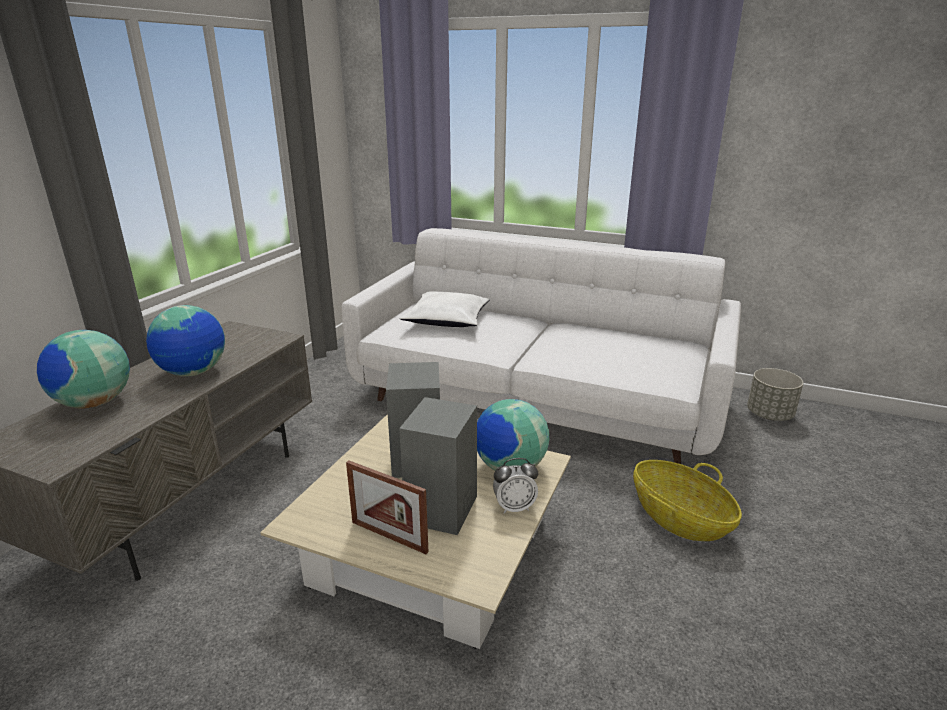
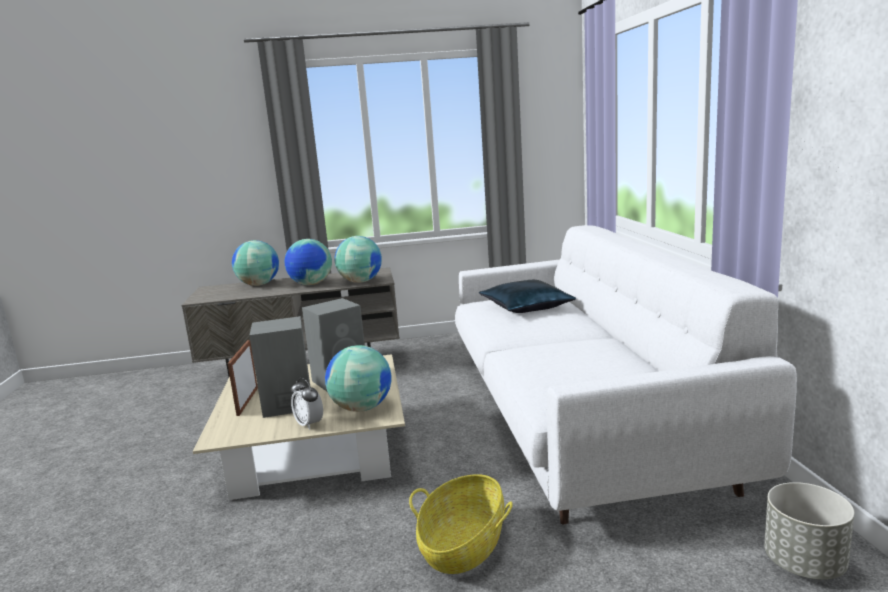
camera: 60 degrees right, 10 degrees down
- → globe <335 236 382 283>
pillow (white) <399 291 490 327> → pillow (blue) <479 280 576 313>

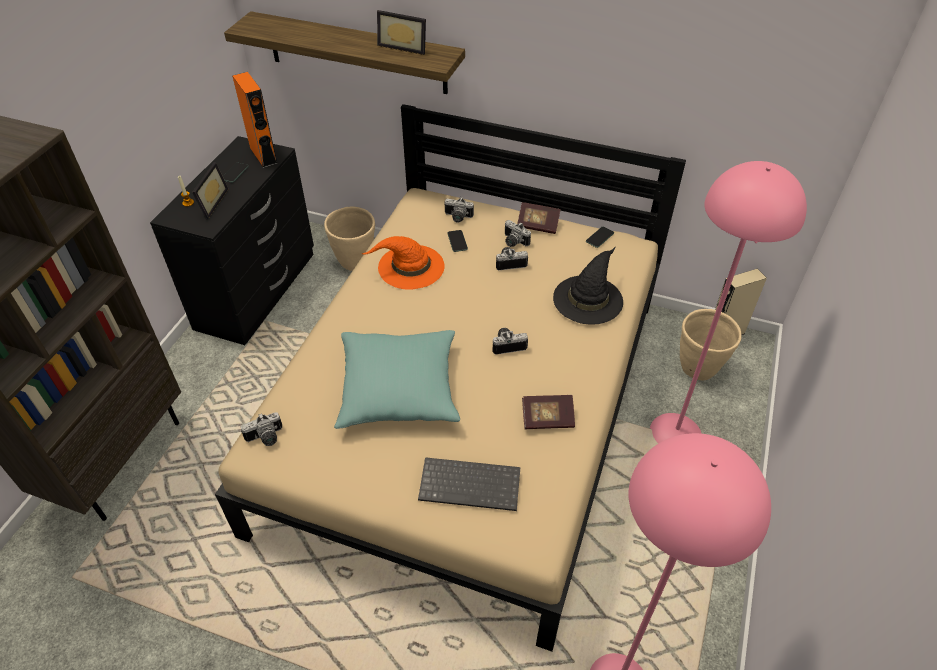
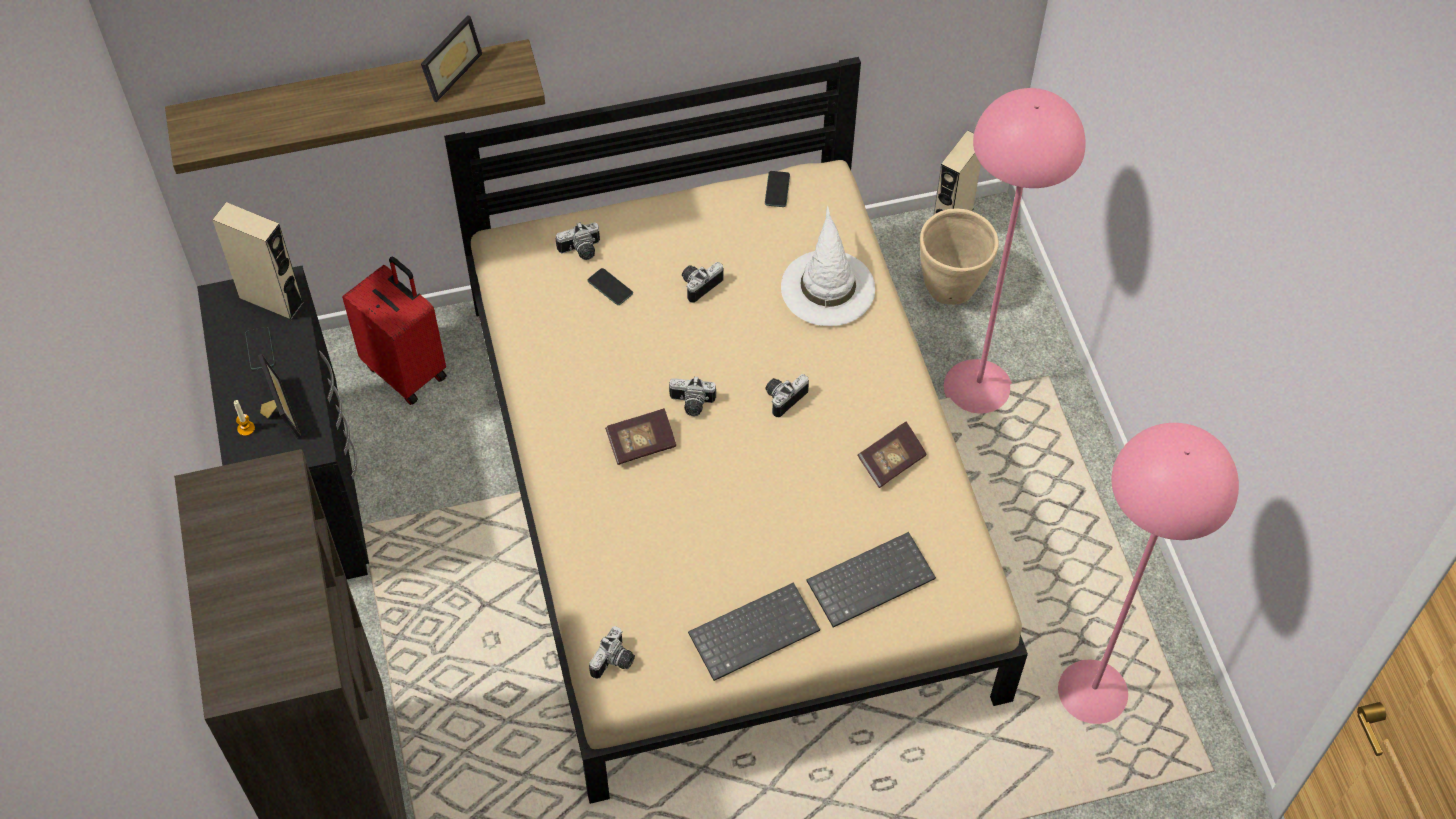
camera: 35 degrees left, 10 degrees up
speaker (orange) <232 72 278 168> → speaker (beige) <213 202 304 320>
planter (beige) <324 206 375 271> → suitcase (red) <342 256 447 405>
picture frame <377 10 426 55> → picture frame <421 15 482 102>, 45 degrees counterclockwise
book <517 202 561 234> → book <605 408 676 465>, relocated
photo camera <504 220 531 247> → photo camera <669 376 716 416>, relocated
- → keyboard <688 582 820 681>
hat (black) <553 246 623 324> → hat (white) <781 206 875 326>
pillow (turquoise) <334 330 460 429> → -
hat (orange) <362 236 445 290> → -

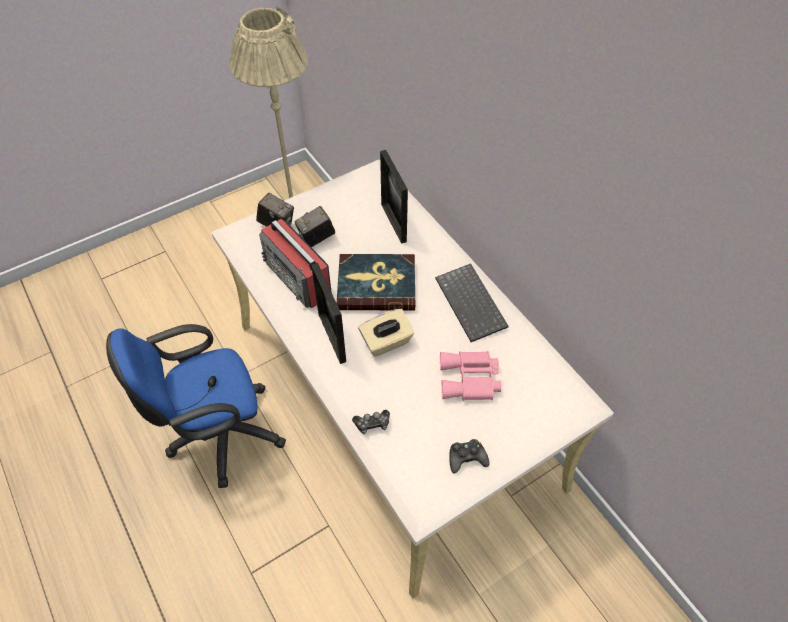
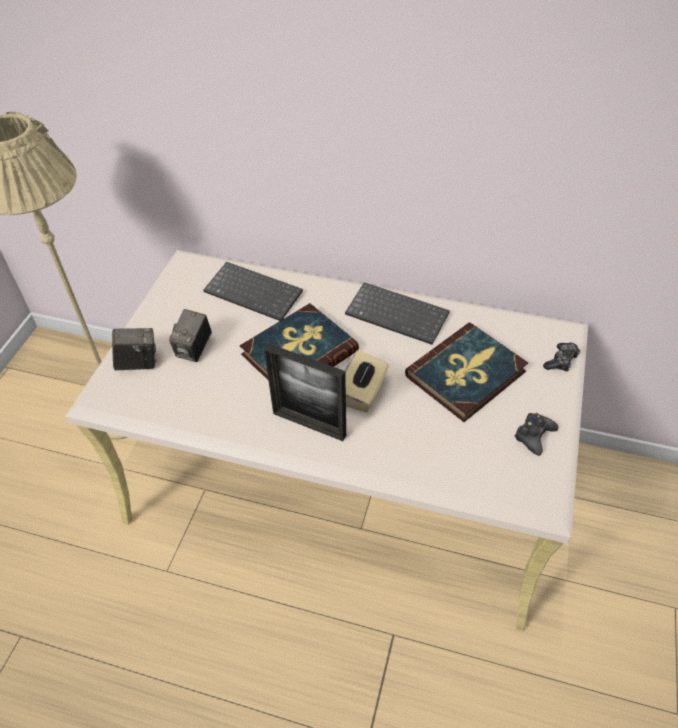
camera: 40 degrees left, 5 degrees down
picture frame <380 150 408 244> → keyboard <203 262 303 321>
binoculars (pink) <440 351 501 401> → book <405 323 528 422>
game controller <352 410 390 434> → game controller <543 343 580 371>, relocated
office chair (blue) <106 324 286 488> → -
radio <259 219 331 308> → -

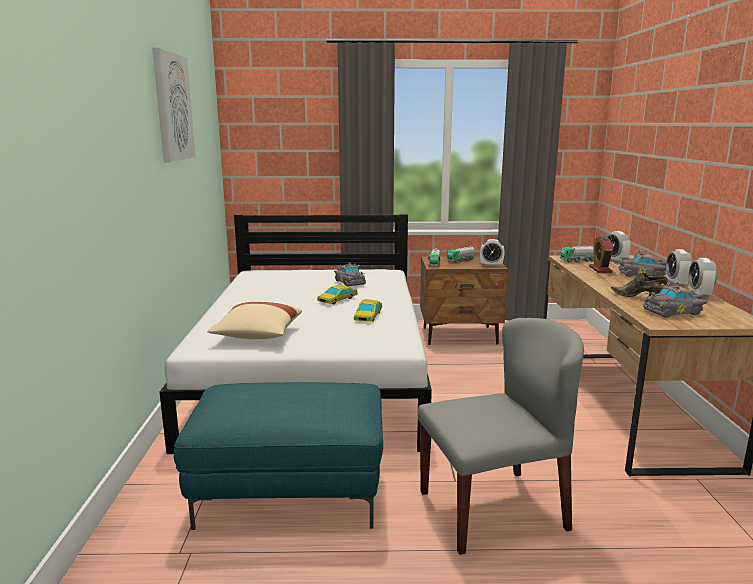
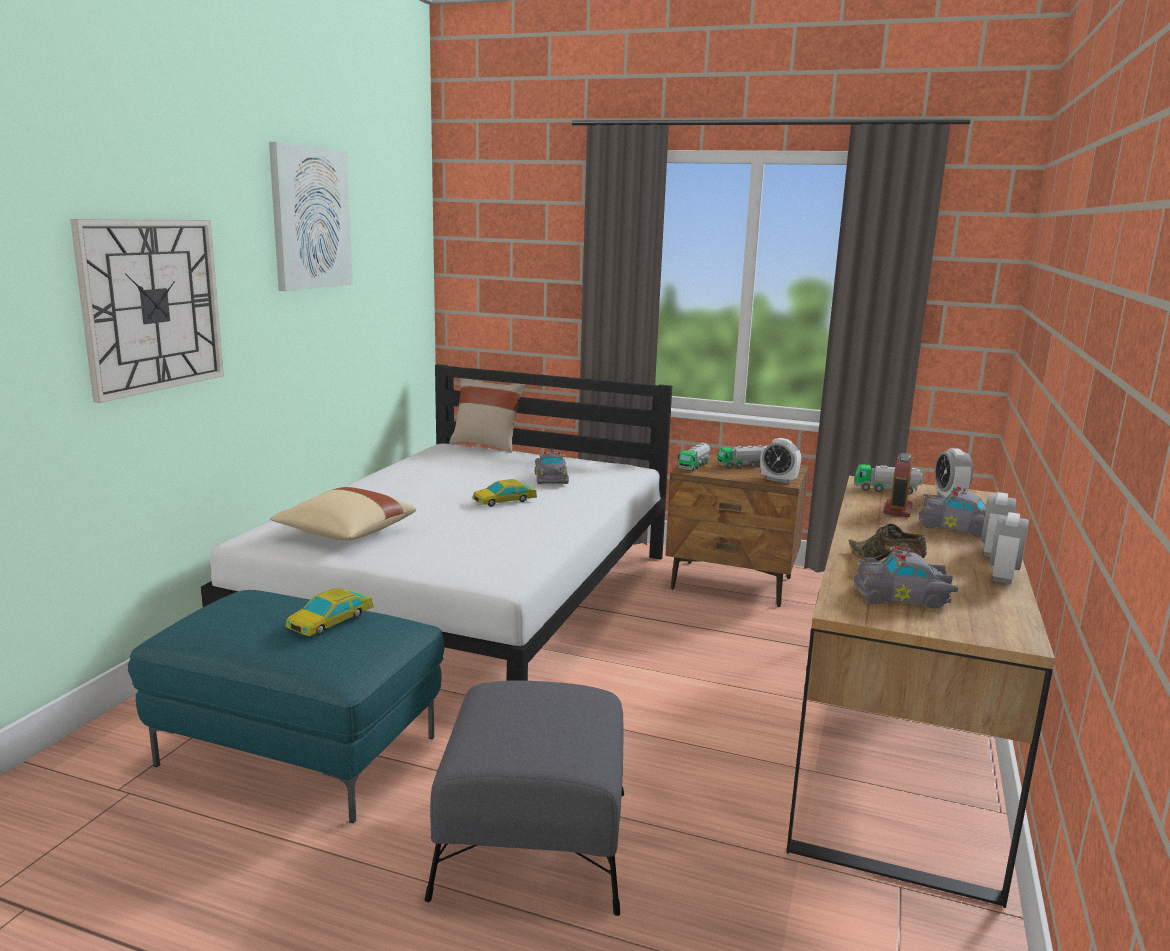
camera: 20 degrees right, 0 degrees up
- → wall clock <70 219 224 403>
toy car <354 299 382 322> → toy car <285 588 374 636>, relocated
chair (grey) <417 318 584 555> → ottoman (grey) <425 681 624 916>
- → pillow (beige) <449 378 525 453>

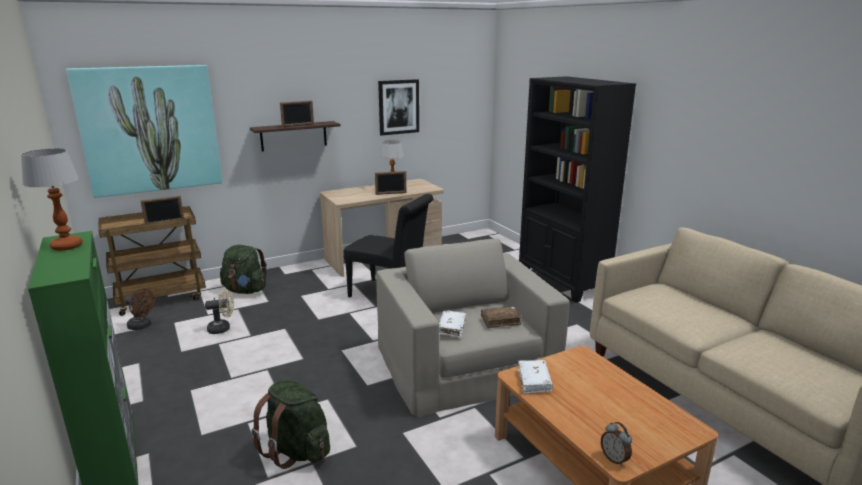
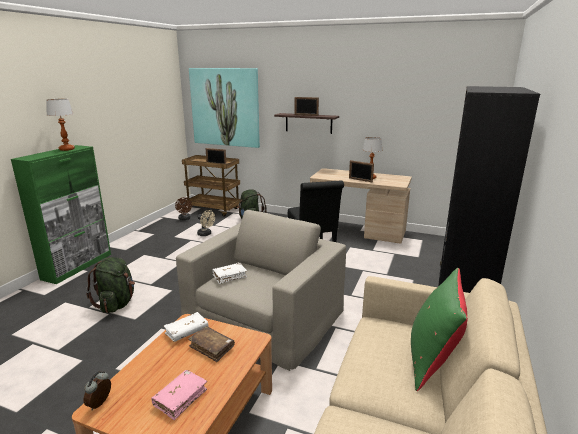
camera: 50 degrees right, 0 degrees up
- → book (pink) <151 370 207 420>
book (brown) <481 306 522 328> → book (brown) <188 326 235 362>, relocated
- → pillow (green) <411 268 468 391>
picture <378 79 419 136> → -

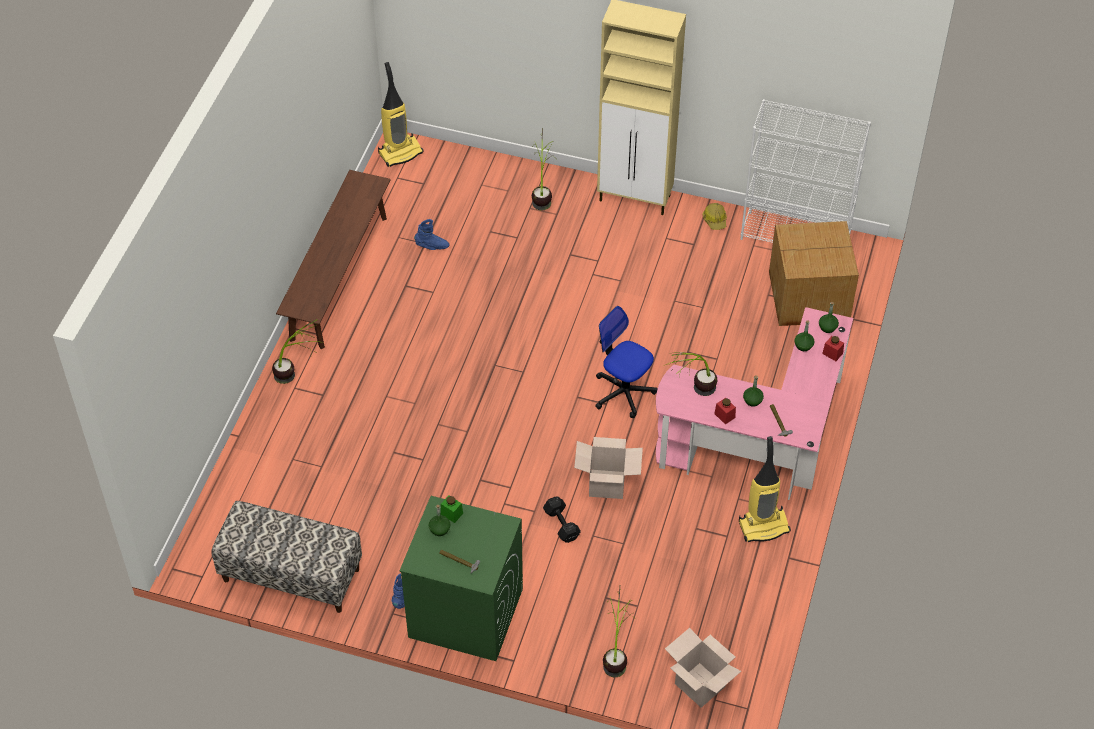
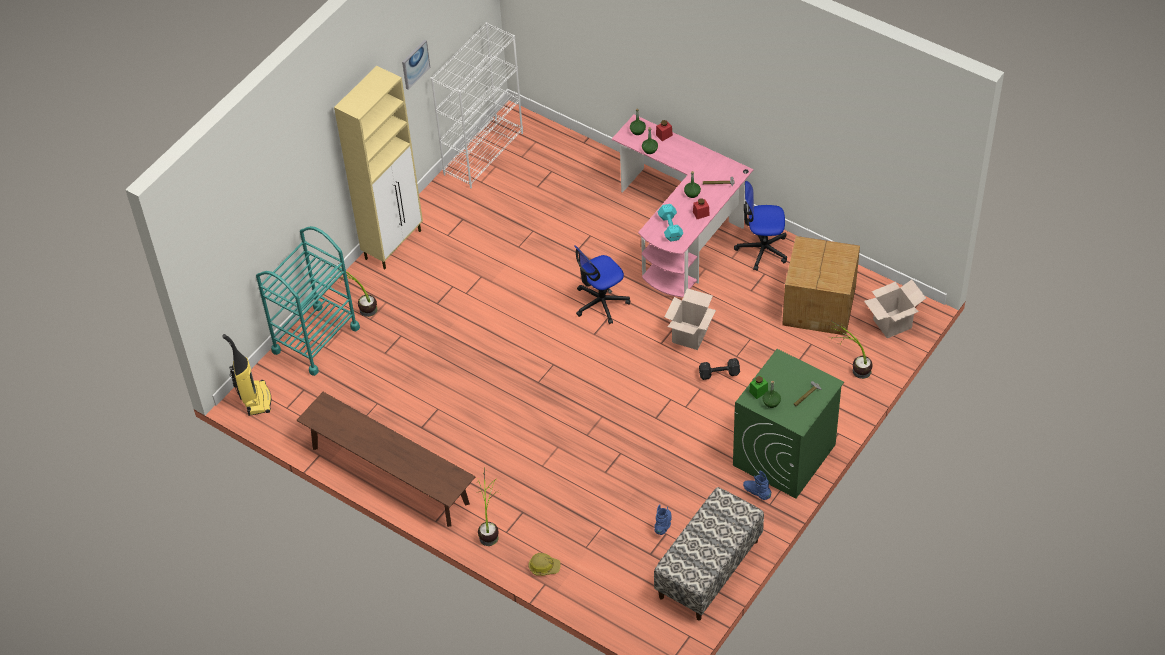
camera: 70 degrees left, 0 degrees up
- → cart (turquoise) <256 226 360 376>
- → picture <402 40 430 89>
hard hat <702 203 727 230> → hard hat <529 553 560 576>, relocated
boot (blue) <414 219 450 250> → boot (blue) <654 504 671 535>, relocated
potted plant <666 352 717 396> → dumbbell (turquoise) <658 204 683 241>
vacuum cleaner <739 436 791 542> → office chair <734 181 787 271>
cardboard box <769 221 859 326> → cardboard box <782 236 860 336>, relocated

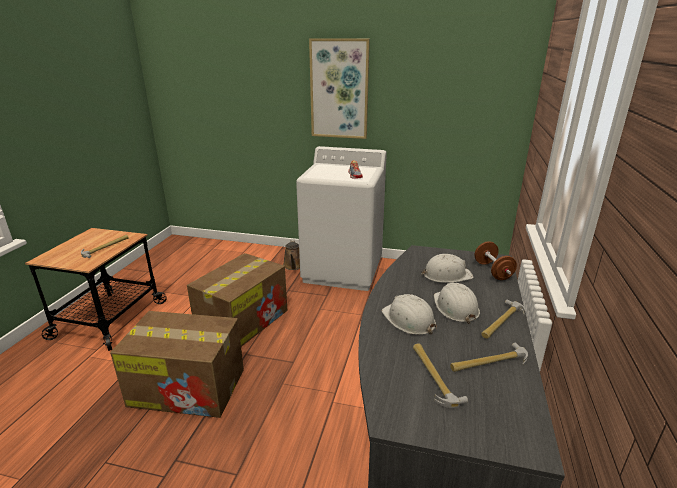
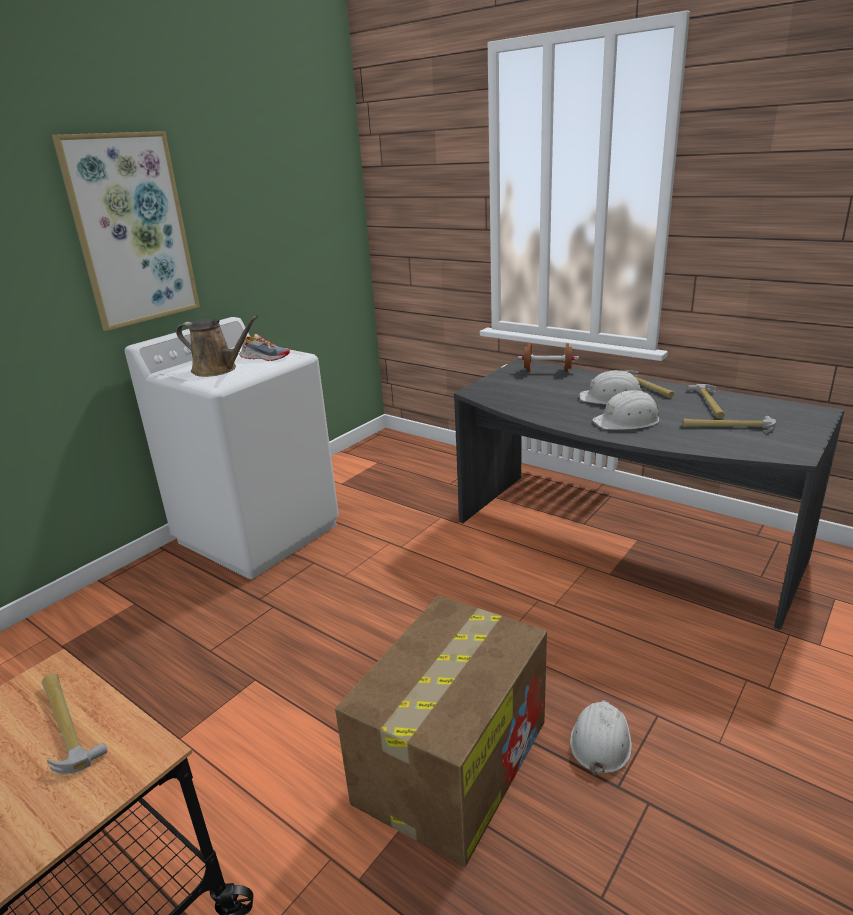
camera: 65 degrees left, 0 degrees up
watering can (brown) <283 240 300 270> → watering can (brown) <176 315 259 377>, relocated
hard hat (white) <421 254 474 283> → hard hat (white) <570 700 632 776>, relocated
cardboard box <187 253 287 347> → -

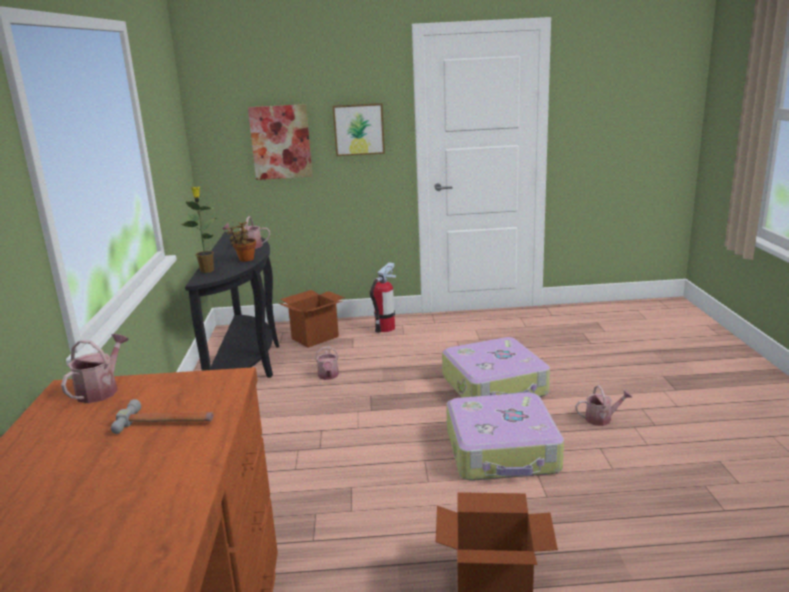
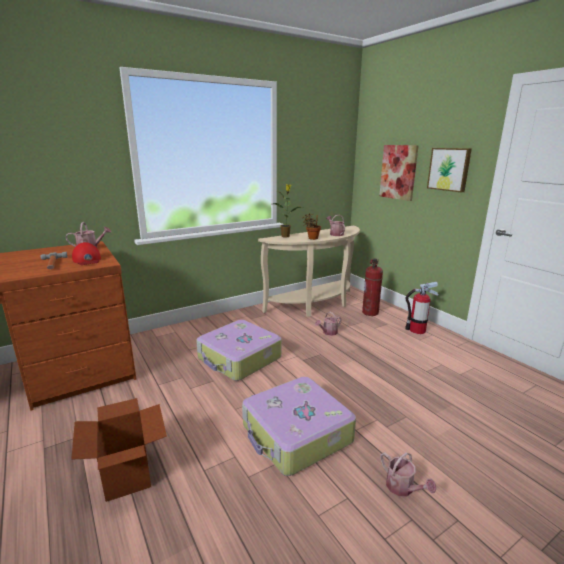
camera: 60 degrees right, 0 degrees up
- → cap (red) <72 242 101 265>
suitcase <442 337 550 397> → suitcase <196 320 282 381>, relocated
console table (black) <185 232 279 378> → console table (beige) <258 226 360 317>
cardboard box <279 290 345 348> → fire extinguisher <362 258 383 316>

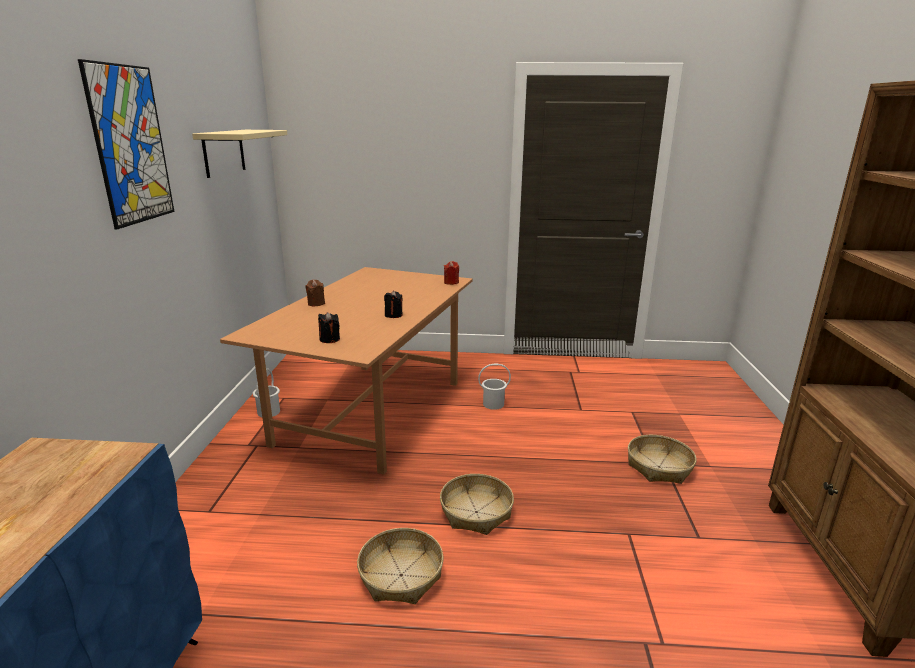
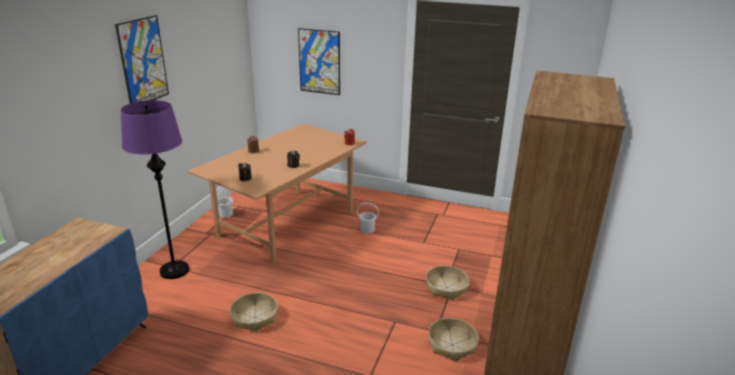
camera: 15 degrees right, 5 degrees up
- → floor lamp (purple) <121 100 189 279>
- → picture <298 28 340 95>
basket <440 474 514 535> → basket <428 318 479 362>, relocated
shelf (beige) <192 130 288 178> → -

